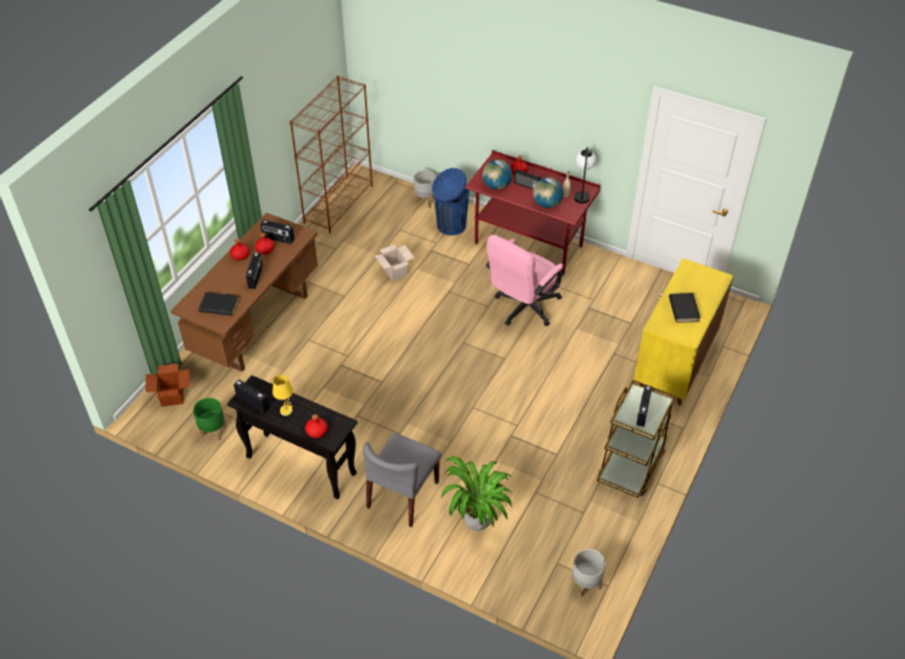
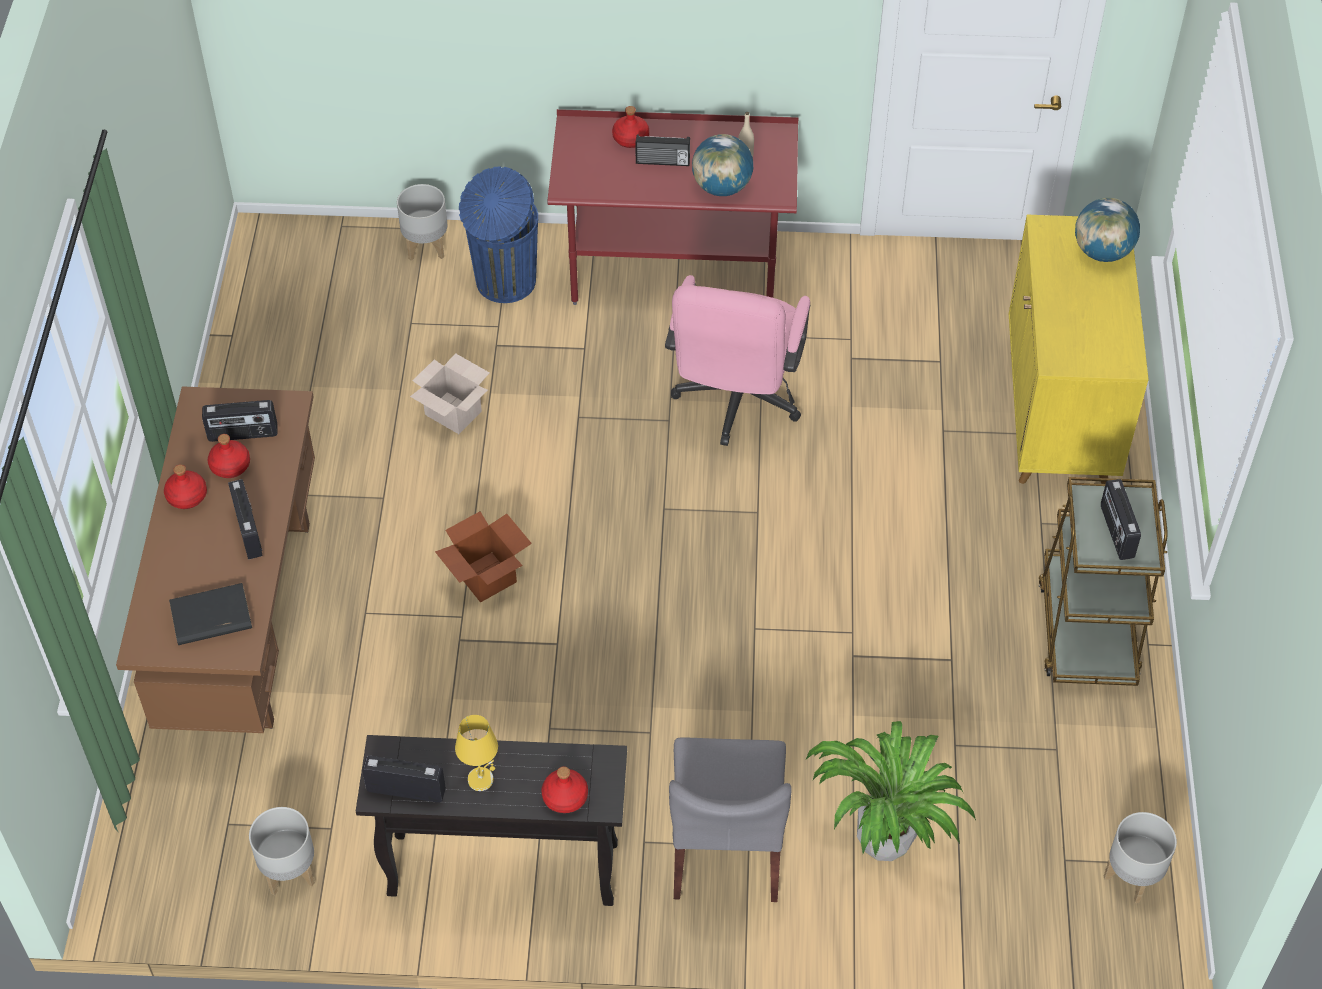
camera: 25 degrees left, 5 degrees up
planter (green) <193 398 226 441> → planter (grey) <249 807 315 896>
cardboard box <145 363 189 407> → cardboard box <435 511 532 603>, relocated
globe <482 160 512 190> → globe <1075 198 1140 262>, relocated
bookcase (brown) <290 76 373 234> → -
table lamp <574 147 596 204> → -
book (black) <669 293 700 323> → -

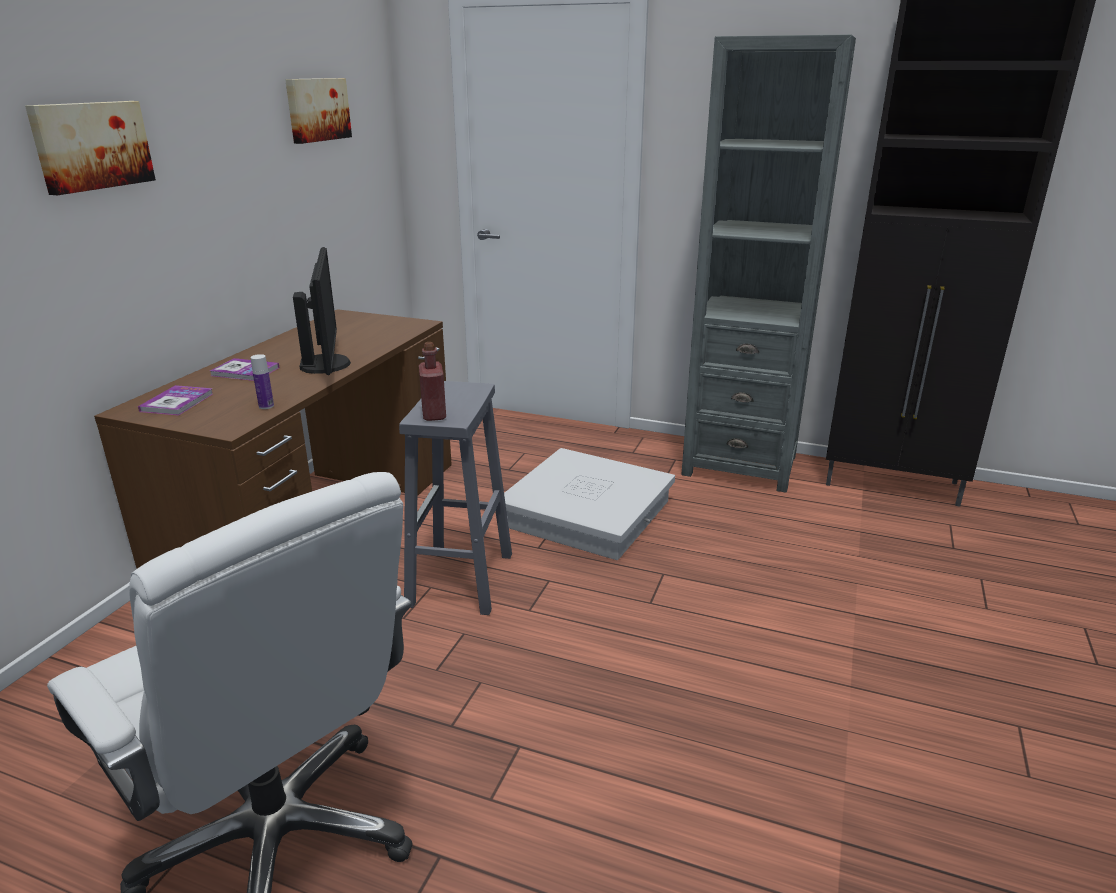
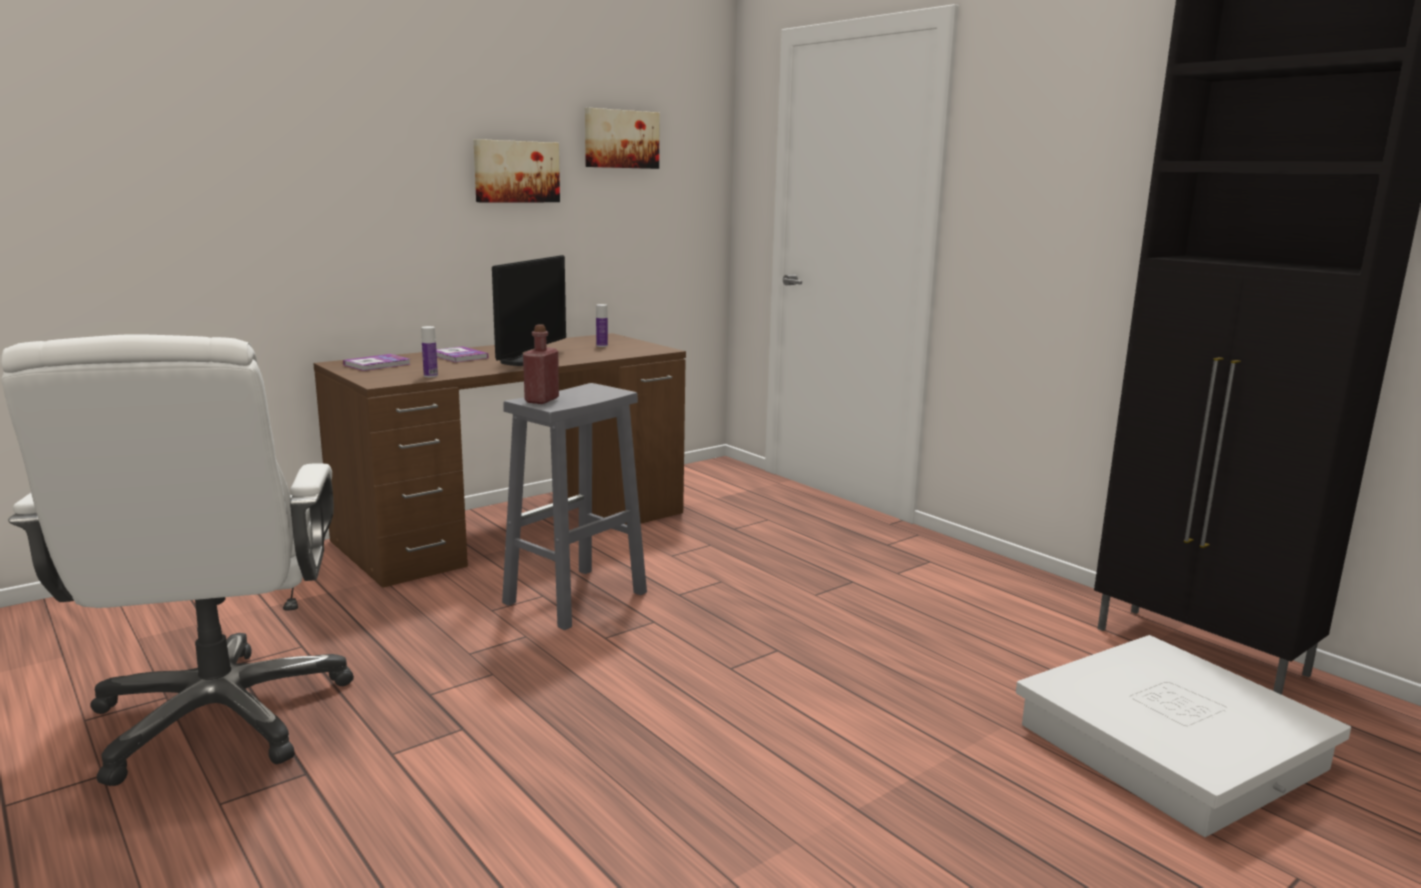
camera: 30 degrees right, 10 degrees down
picture <25 101 156 195> → picture <473 139 560 202>, relocated
- → bottle <596 304 608 347>
storage box (white) <504 448 675 560> → storage box (white) <1016 635 1351 837>, relocated
bookcase (grey) <681 34 856 493> → -

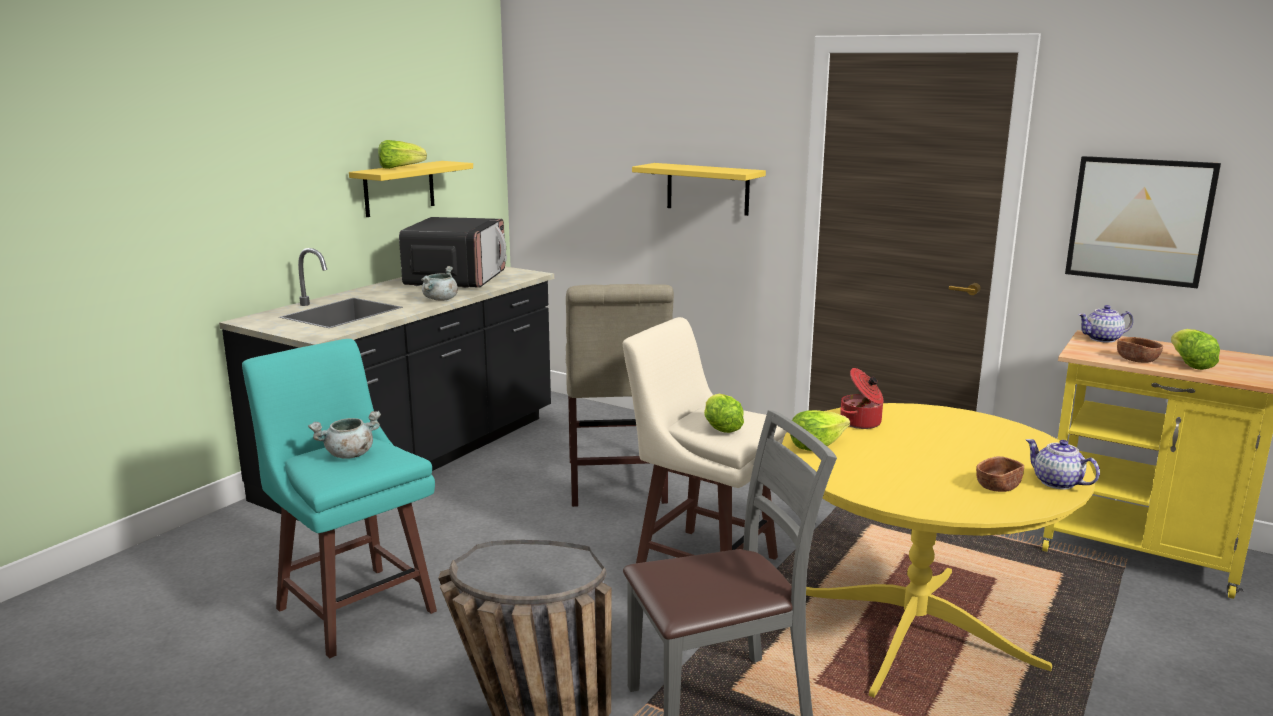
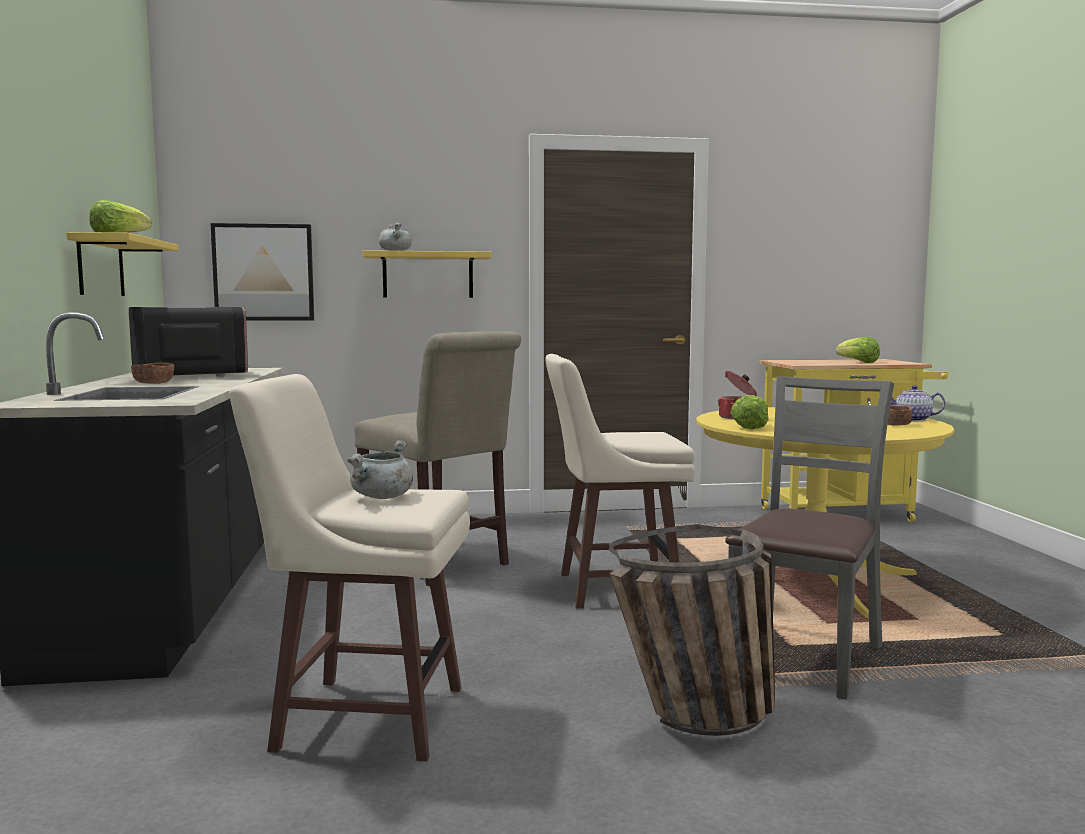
camera: 40 degrees left, 10 degrees down
bowl (brown) <1117 337 1163 363> → bowl (brown) <131 363 174 384>, relocated
picture <1065 156 1221 289> → picture <211 223 314 321>, relocated
stool (turquoise) <242 339 437 659> → stool (beige) <229 374 470 762>
cooking pot (grey) <421 266 458 301> → cooking pot (grey) <379 222 412 251>, relocated
lettuce <704 394 744 433> → -
teapot <1078 305 1133 343> → -

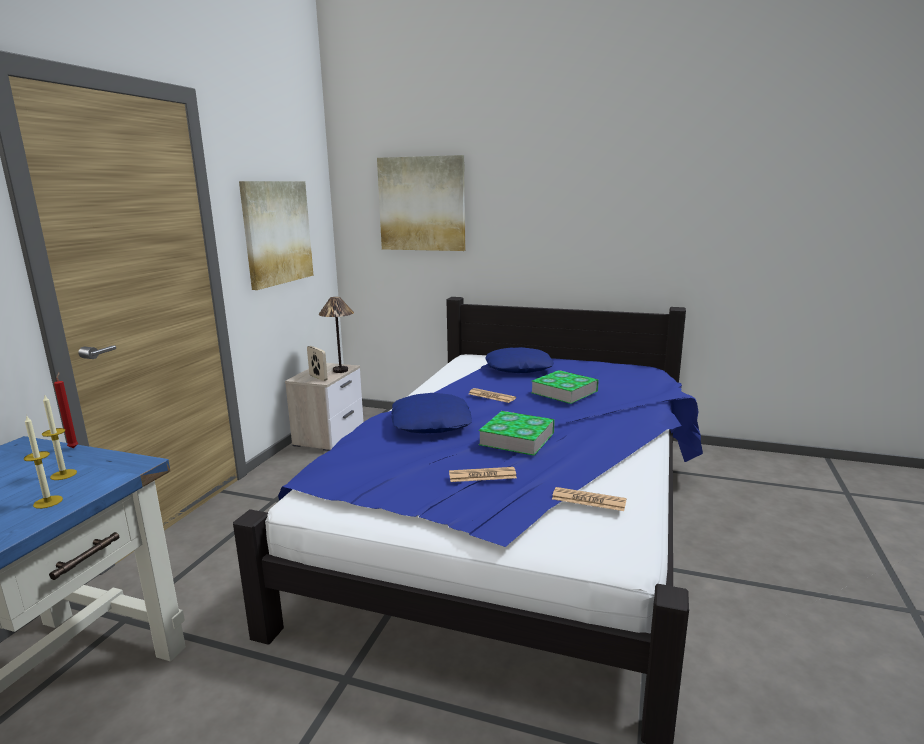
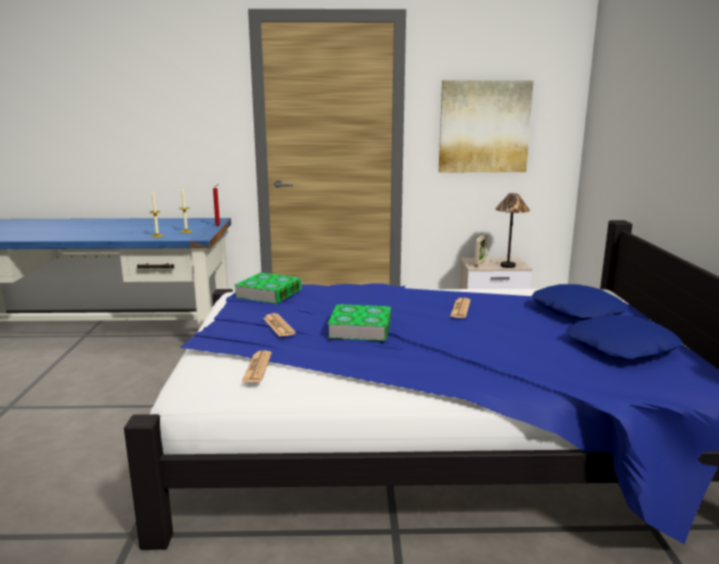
camera: 70 degrees right, 0 degrees up
book <531 370 599 404> → book <234 272 301 304>, relocated
pillow (blue) <391 393 472 433> → pillow (blue) <566 315 682 360>, relocated
picture <377 155 465 251> → -

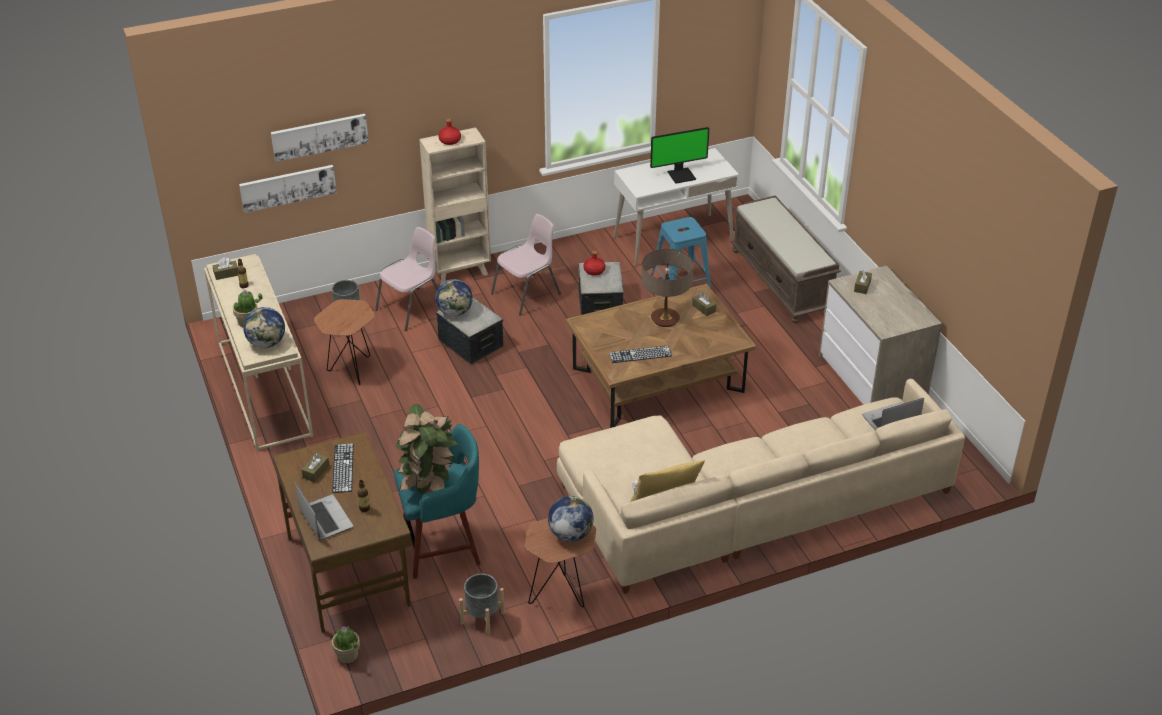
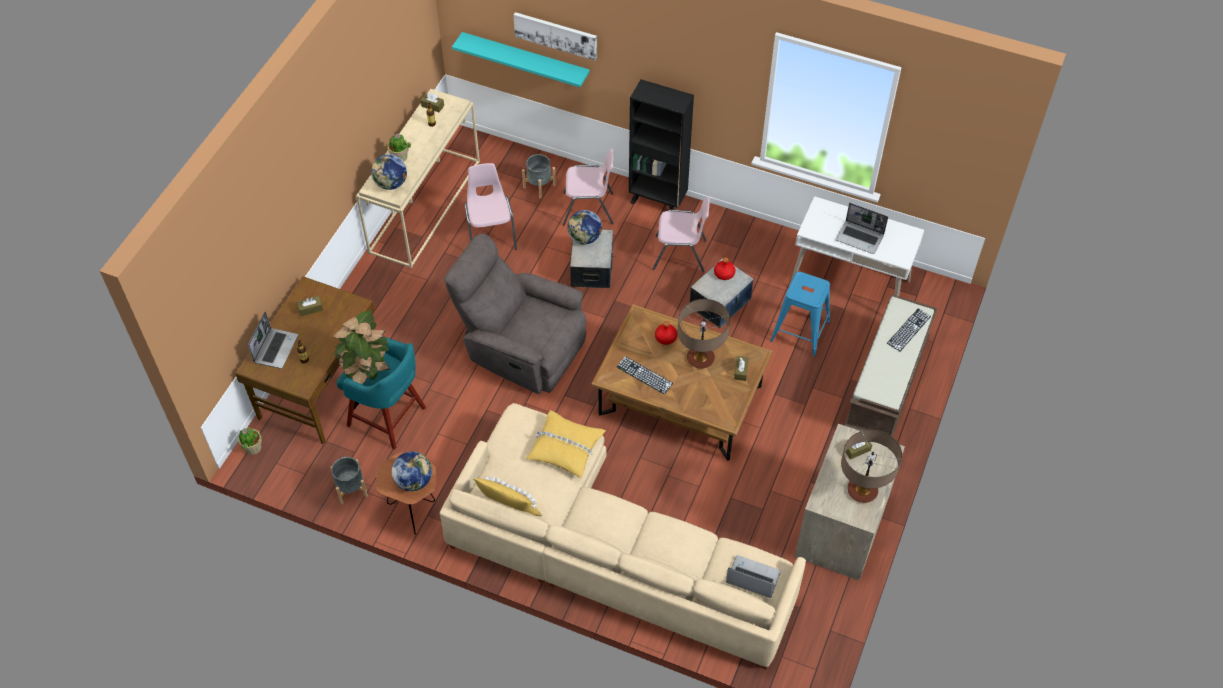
camera: 45 degrees right, 15 degrees up
- → armchair (grey) <444 234 586 394>
picture <239 165 337 213> → shelf (turquoise) <452 32 590 87>
side table (brown) <314 299 375 385> → chair (pink) <464 163 517 250>
- → pillow (yellow) <526 410 606 478>
bookcase (beige) <419 127 491 285> → bookcase (black) <629 79 694 210>
bottle (red) <438 118 461 145> → bottle (red) <655 321 677 345>, relocated
monitor <650 127 709 184> → laptop <836 203 888 254>
- → table lamp <841 430 902 503>
keyboard <332 444 354 493> → keyboard <887 308 931 351>, relocated

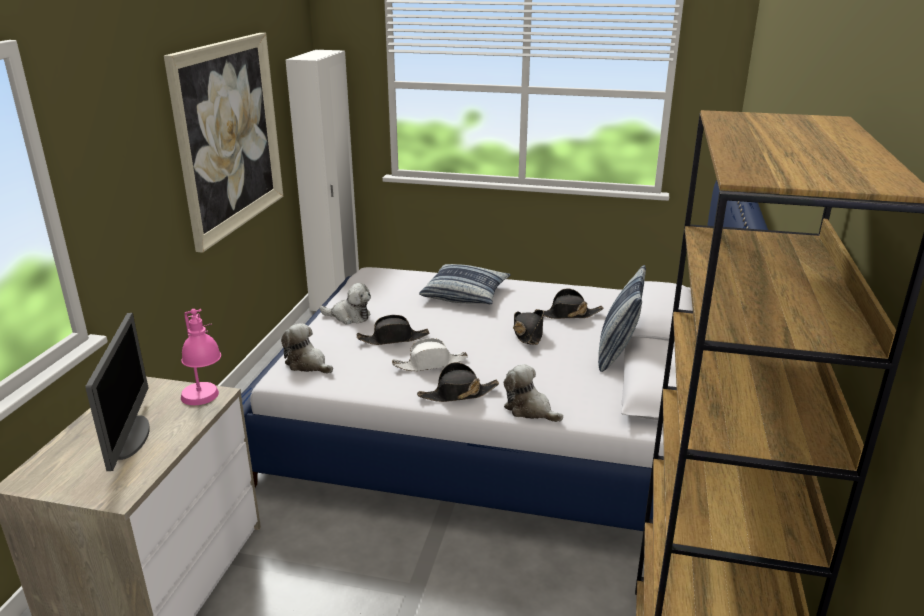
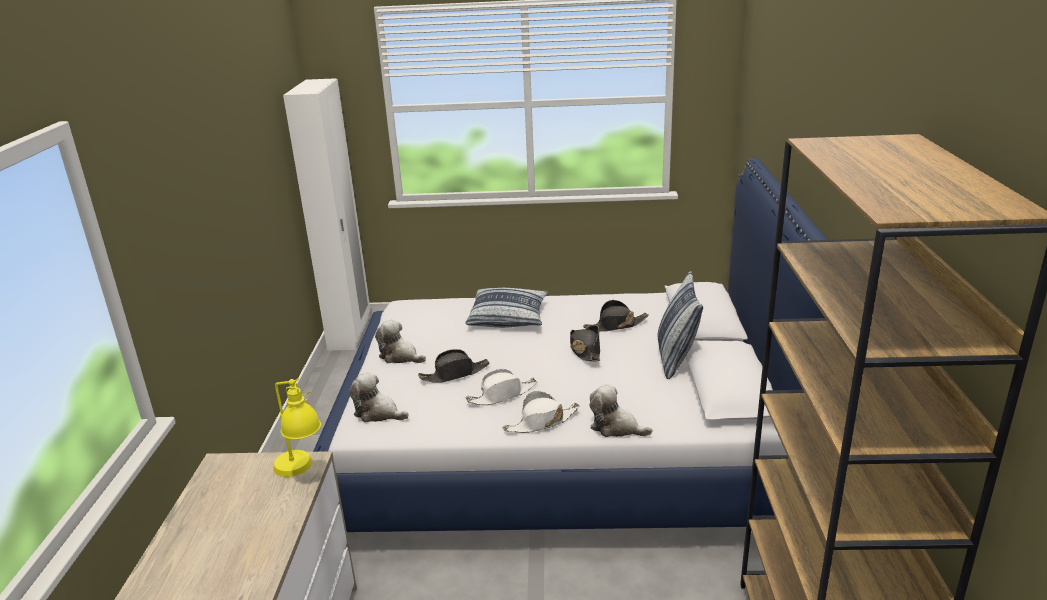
camera: 10 degrees left, 0 degrees up
table lamp (pink) <181 309 221 405> → table lamp (yellow) <273 378 321 477>
plush toy <319 283 371 324> → plush toy <375 320 426 363>, 150 degrees counterclockwise
hat (black) <417 362 499 402> → hat (white) <503 391 579 433>
monitor <85 313 150 471> → -
picture <164 33 284 253> → -

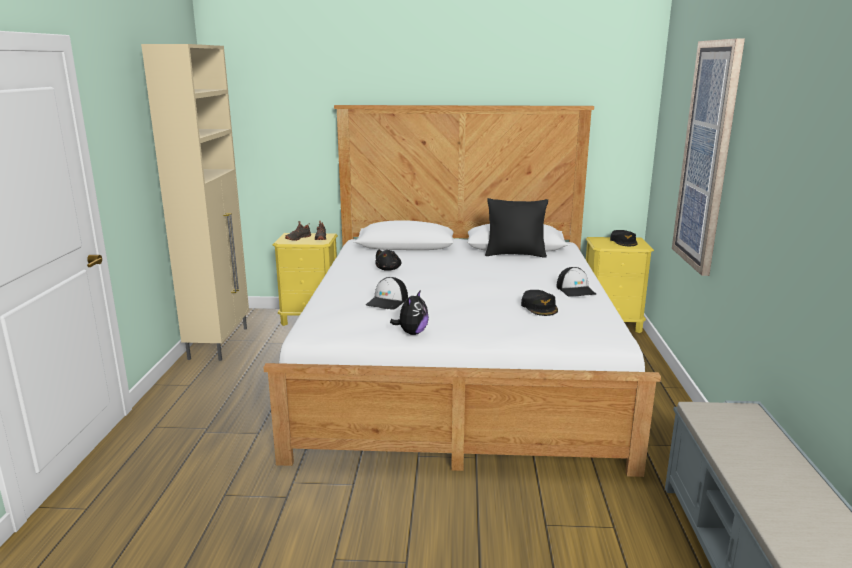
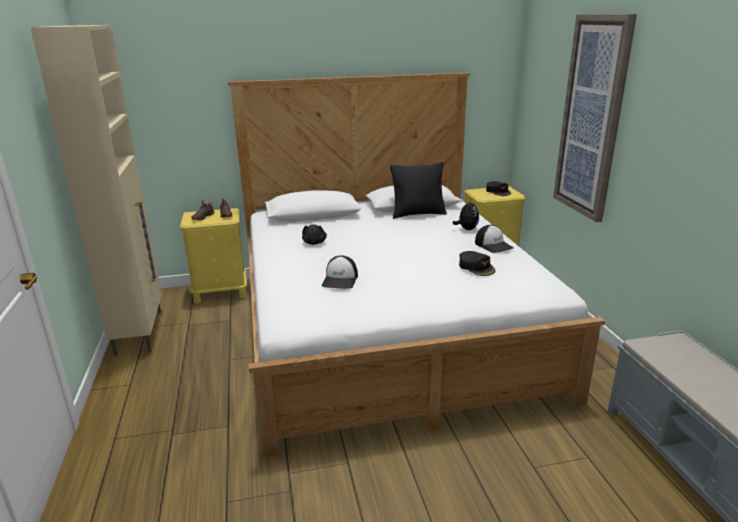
camera: 15 degrees left, 5 degrees up
plush toy <390 290 429 335> → plush toy <453 199 479 230>, relocated

